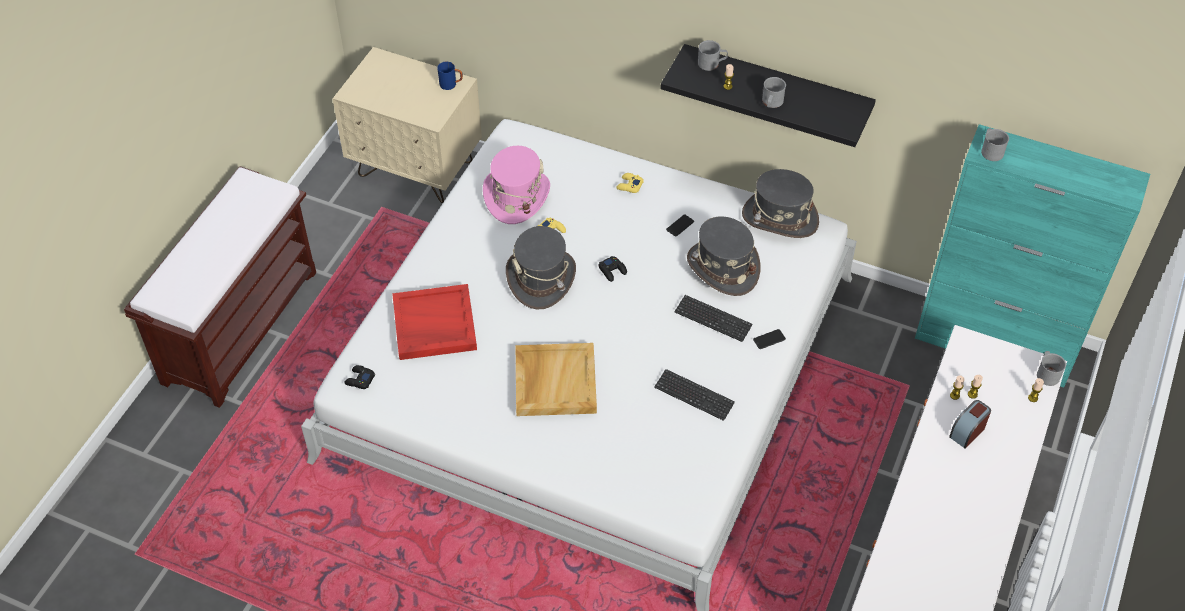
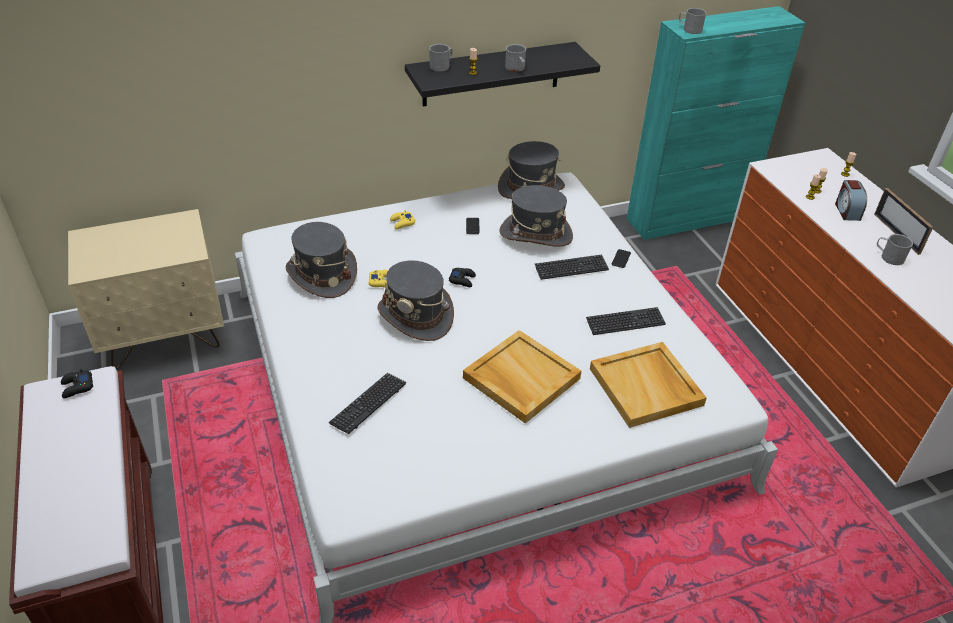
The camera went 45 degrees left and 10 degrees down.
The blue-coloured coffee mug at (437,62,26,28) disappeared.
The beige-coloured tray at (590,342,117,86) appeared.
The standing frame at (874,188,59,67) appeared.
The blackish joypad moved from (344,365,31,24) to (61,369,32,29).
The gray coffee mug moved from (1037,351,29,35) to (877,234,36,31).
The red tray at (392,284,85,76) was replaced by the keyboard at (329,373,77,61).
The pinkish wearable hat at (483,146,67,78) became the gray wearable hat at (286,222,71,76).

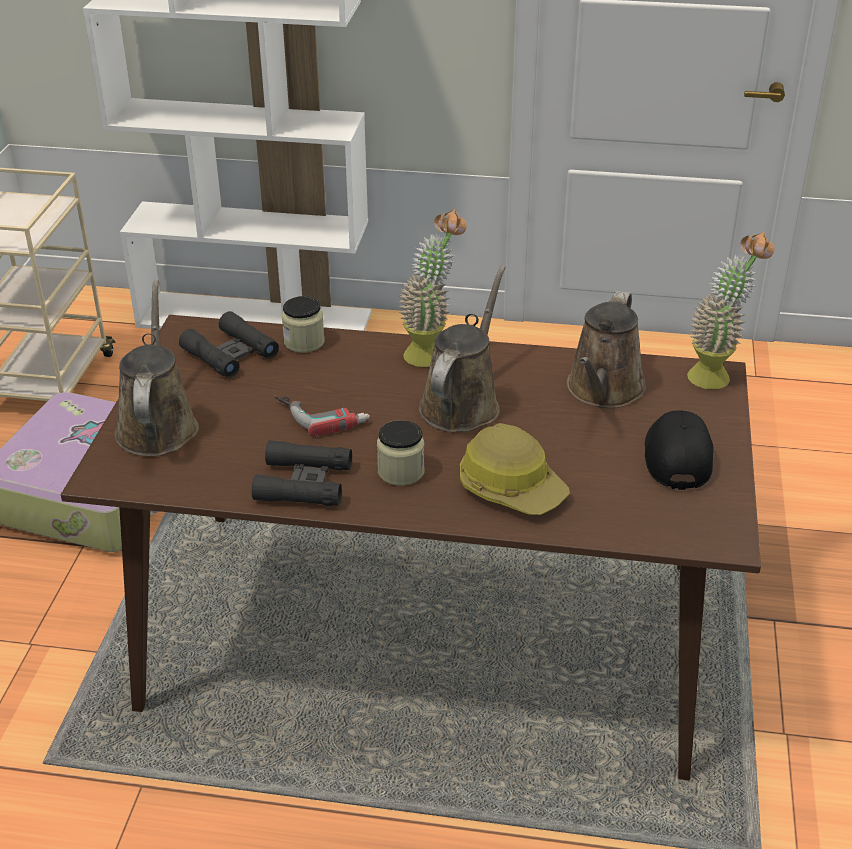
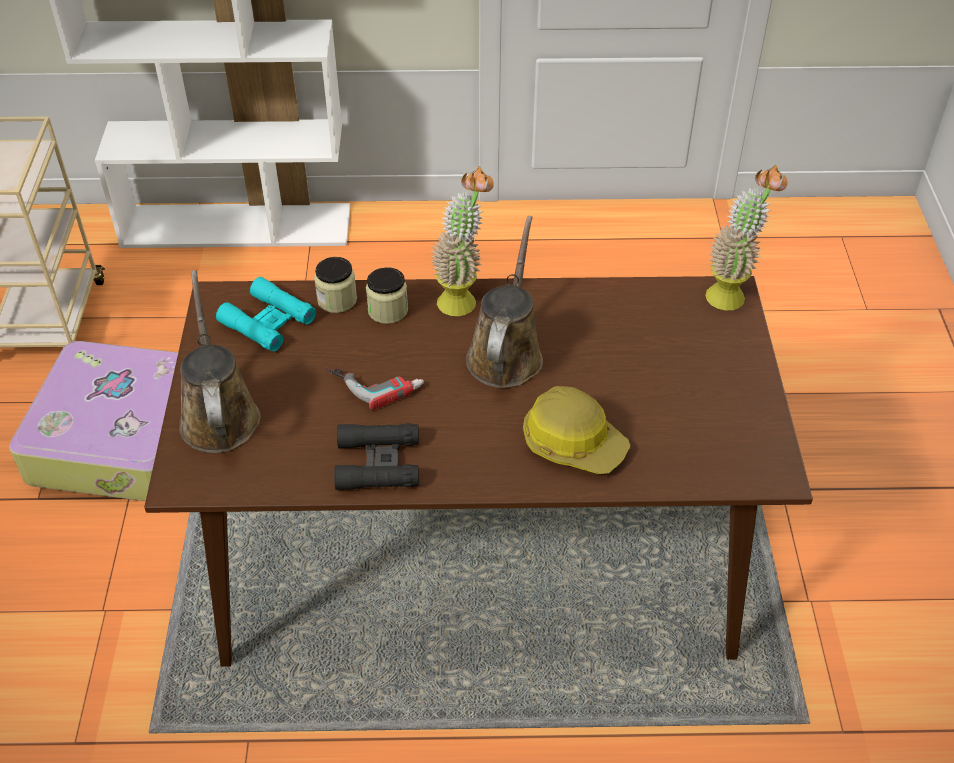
The camera went 10 degrees left and 10 degrees up.
The brown-coloured watering can at (566,291,80,117) disappeared.
The blackish baseball cap at (645,410,69,80) disappeared.
The storage jar moved from (377,420,47,66) to (366,267,42,57).
The blackish field glasses at (179,311,100,67) became the turquoise-coloured field glasses at (216,277,100,75).

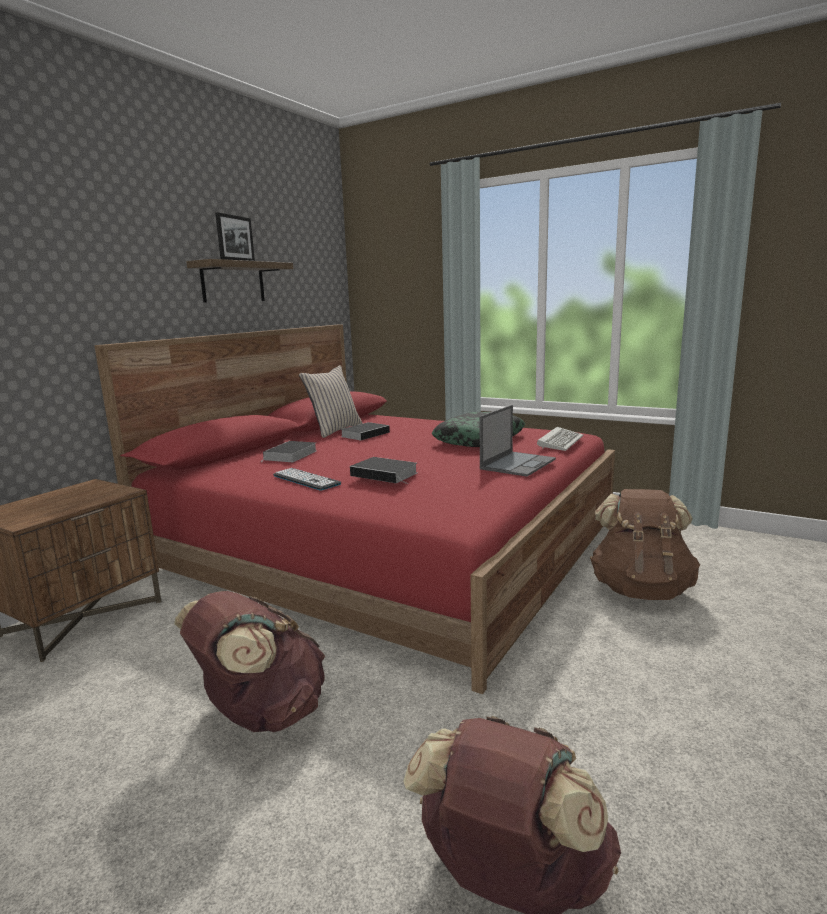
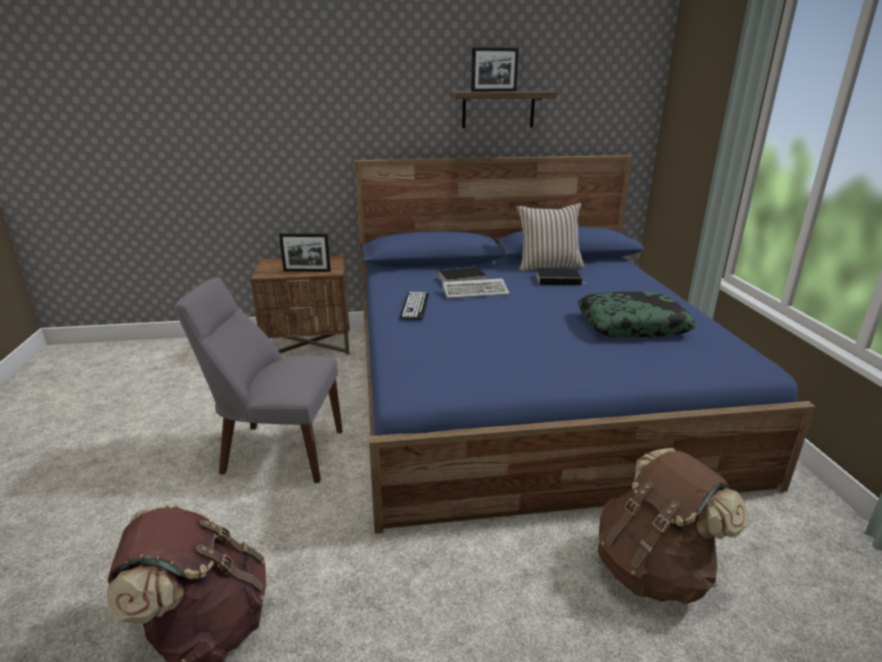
The camera went 50 degrees right and 10 degrees up.
The bound book at (350,457,67,27) disappeared.
The laptop at (480,405,76,72) disappeared.
The standing frame at (279,233,52,39) appeared.
The keyboard moved from (537,427,46,24) to (442,278,68,20).
The brown-coloured backpack at (174,591,151,141) was replaced by the gray plain chair at (175,277,168,206).
The red bedroom bed at (94,324,521,370) became the blue-coloured bedroom bed at (355,155,460,379).

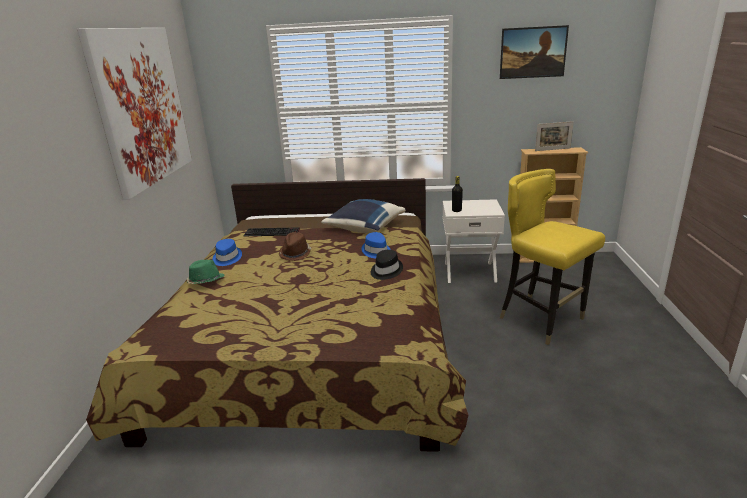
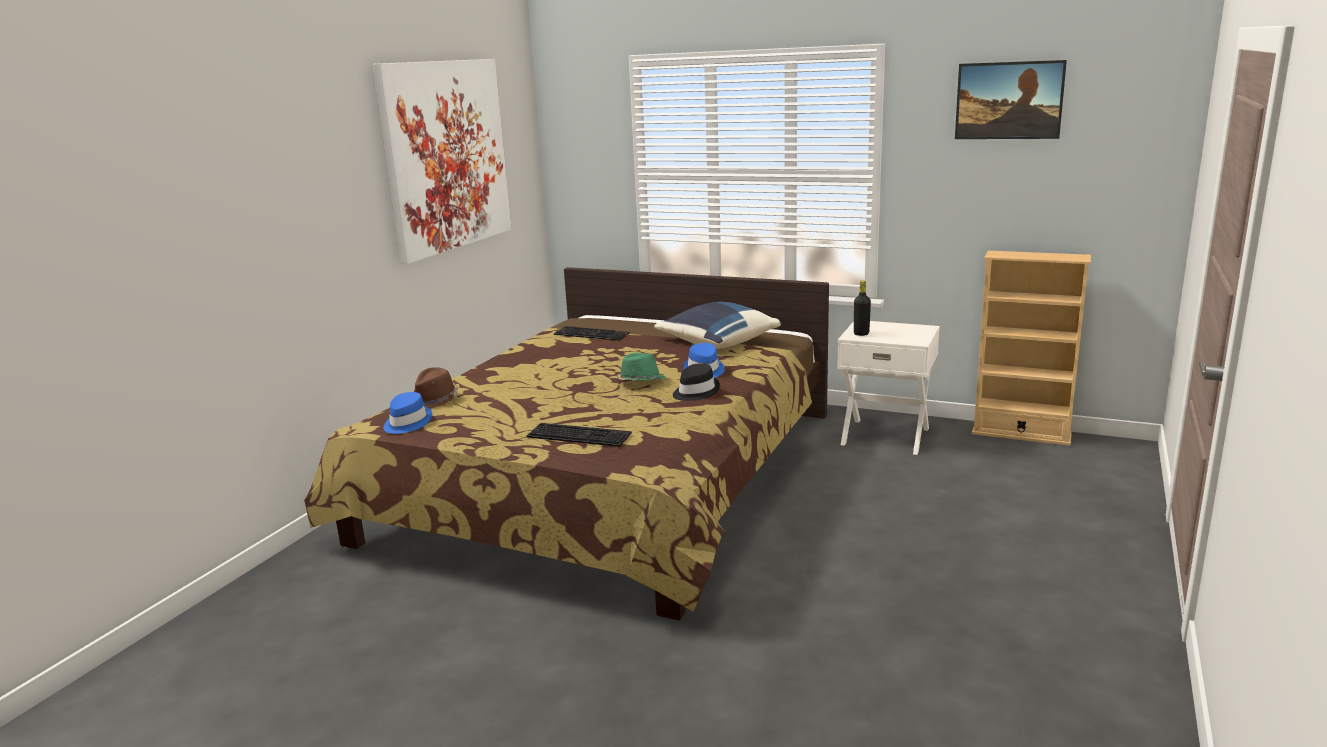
The camera went 20 degrees right and 5 degrees down.
The yellow plain chair at (500,169,105,176) disappeared.
The standing frame at (535,121,39,30) disappeared.
The keyboard at (527,423,105,24) appeared.
The greenish wearable hat moved from (187,260,37,24) to (617,353,48,28).
The blue-coloured wearable hat moved from (212,239,30,27) to (383,392,49,42).
The brown-coloured wearable hat moved from (279,232,32,29) to (414,367,44,41).

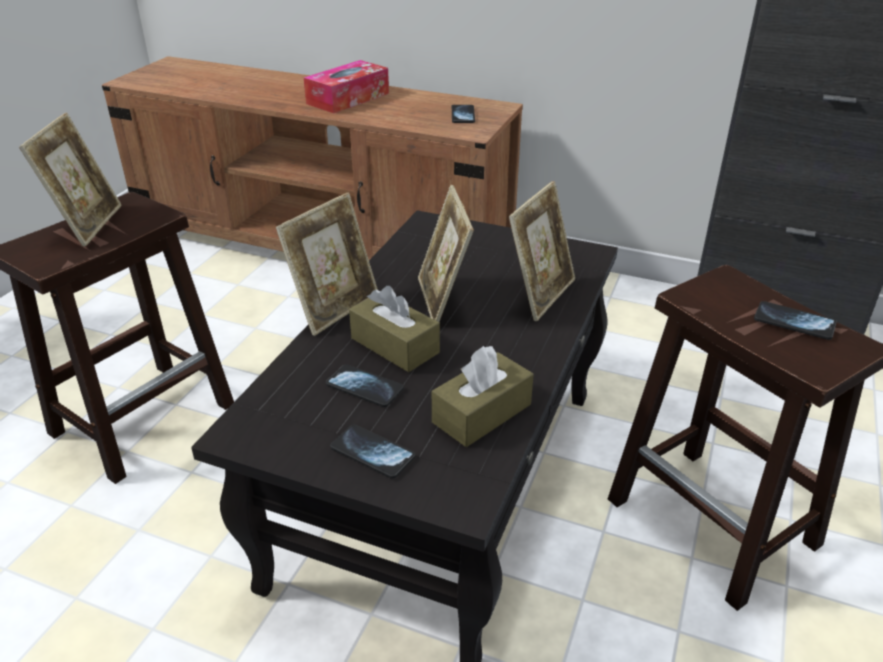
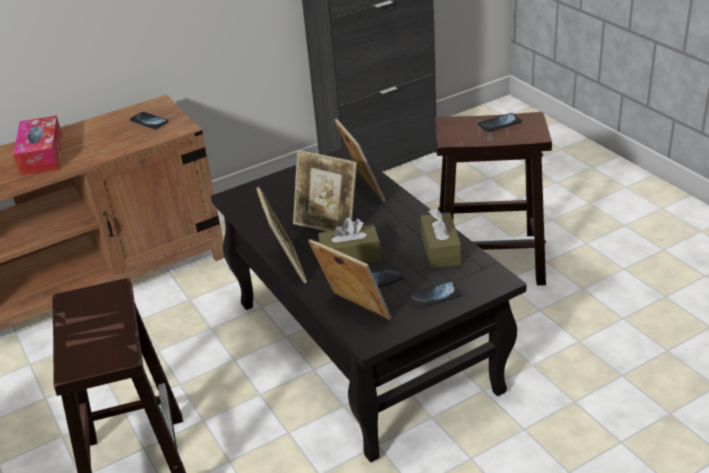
The camera went 50 degrees left and 0 degrees up.
The standing frame moved from (19,112,103,135) to (308,239,84,81).

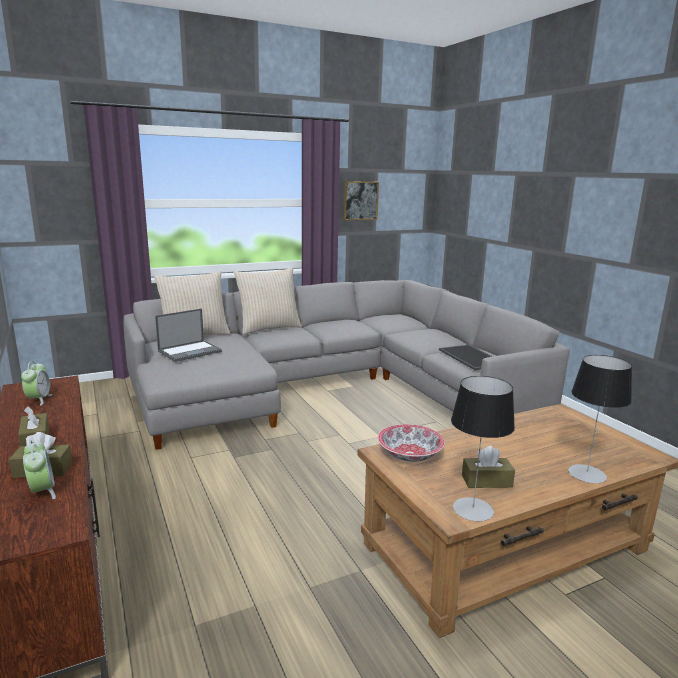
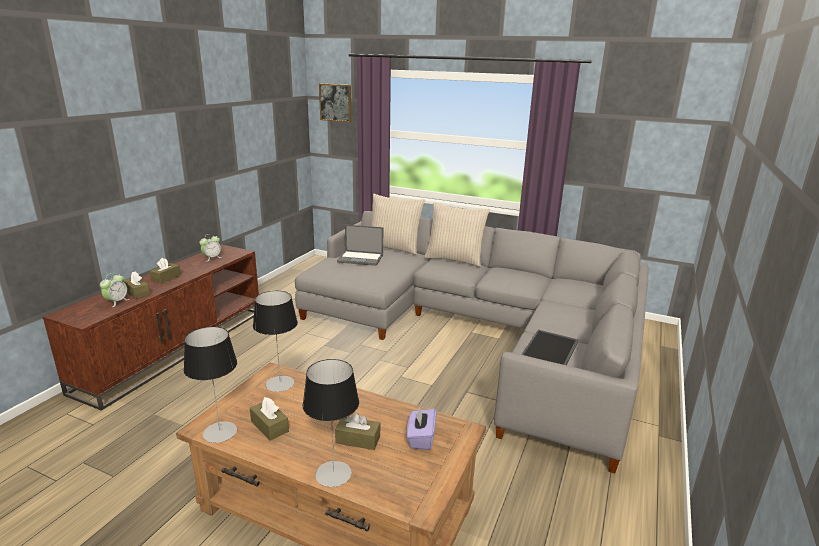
The camera went 50 degrees right and 5 degrees up.
The brown-coloured tissue box at (335,412,45,38) appeared.
The purplish tissue box at (407,406,29,44) appeared.
The picture moved from (344,181,35,39) to (319,83,32,39).
The serving bowl at (378,424,67,38) was replaced by the tabletop lamp at (253,291,45,101).

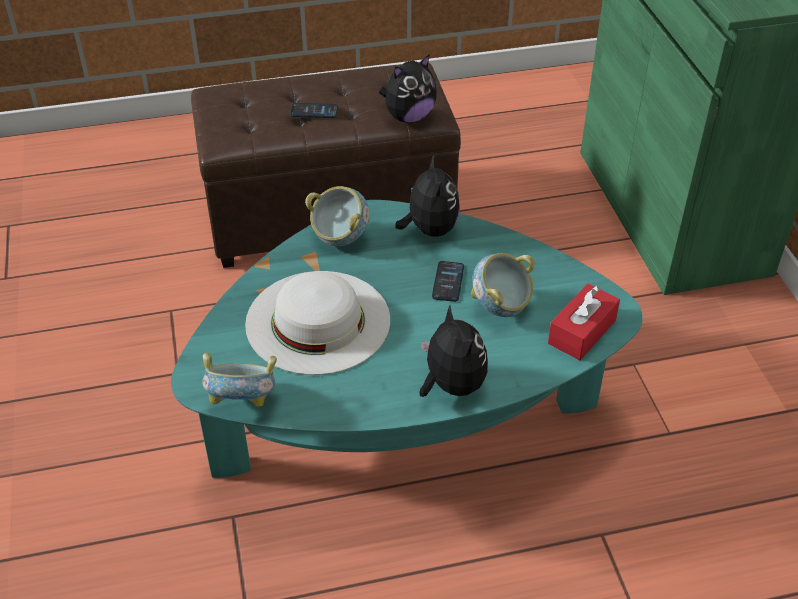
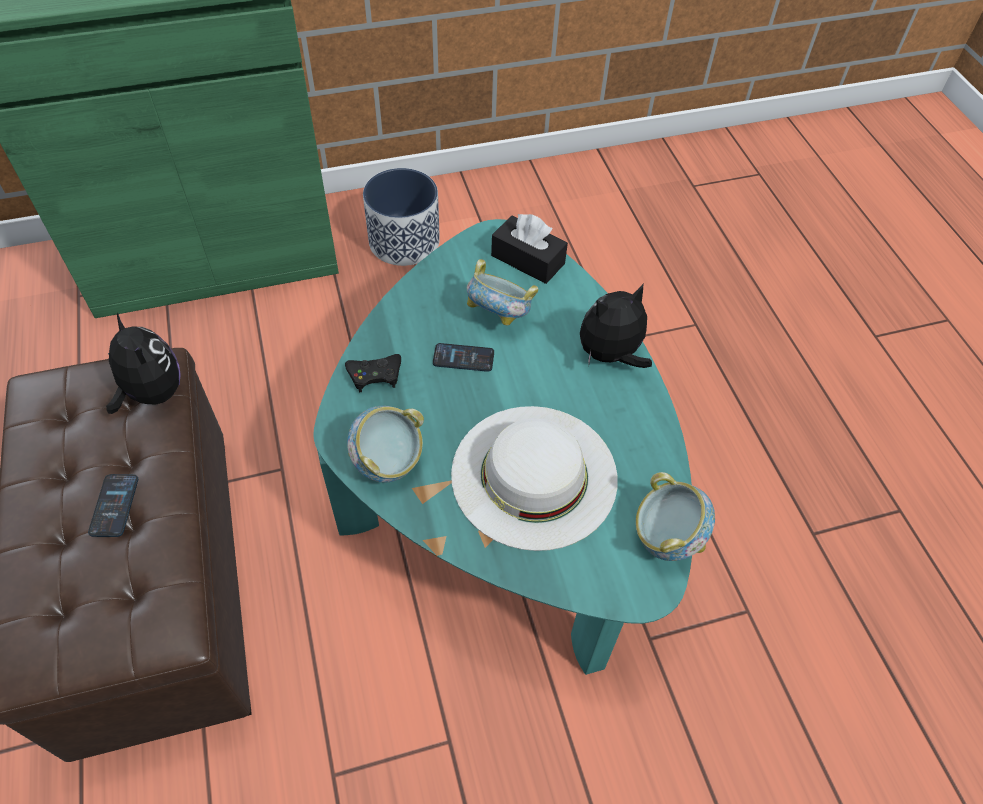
The camera went 95 degrees left and 10 degrees up.
The flower pot at (363,168,77,98) appeared.
The soft toy at (395,155,65,82) was replaced by the blackish joypad at (345,354,56,38).
The red tissue box at (548,284,72,76) became the blackish tissue box at (491,214,77,70).

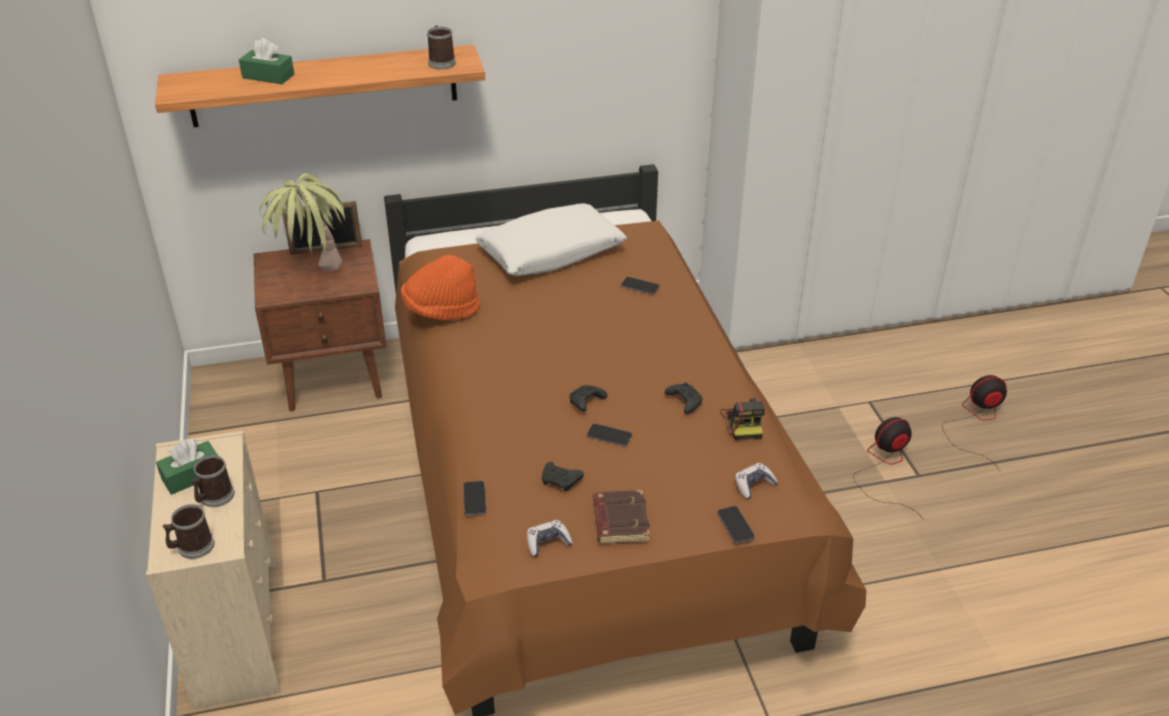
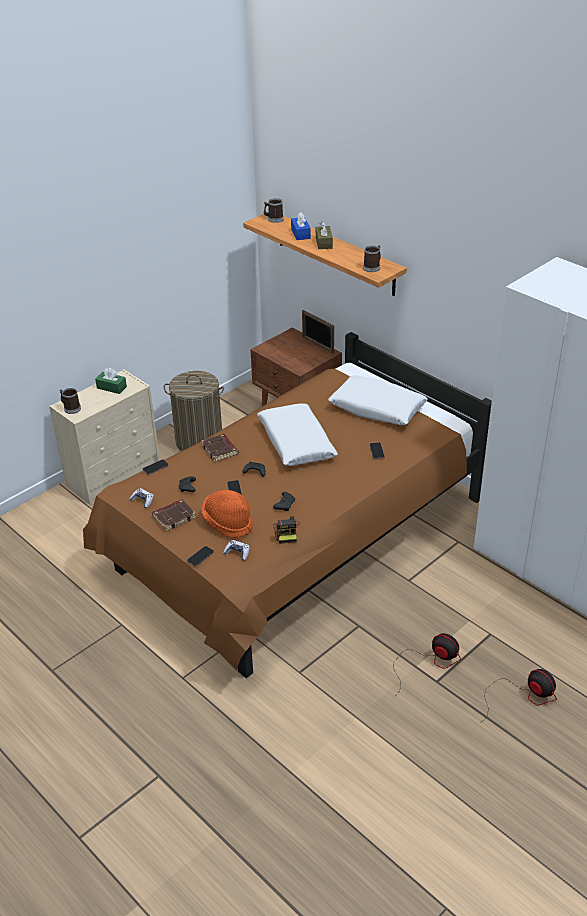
The camera went 60 degrees right and 0 degrees up.
The potted plant at (260,173,89,99) disappeared.
The hamper at (164,371,60,80) appeared.
The brown-coloured bound book at (201,434,38,28) appeared.
The white cushion at (257,403,81,63) appeared.
The brown-coloured tissue box at (316,221,17,28) appeared.
The coffee mug moved from (191,455,44,52) to (264,198,20,25).
The orangey wearable hat moved from (401,255,79,65) to (201,490,52,48).
The greenish tissue box at (239,38,55,46) became the blue-coloured tissue box at (291,212,20,28).
The still camera at (720,398,45,42) turned 60 degrees counterclockwise.

